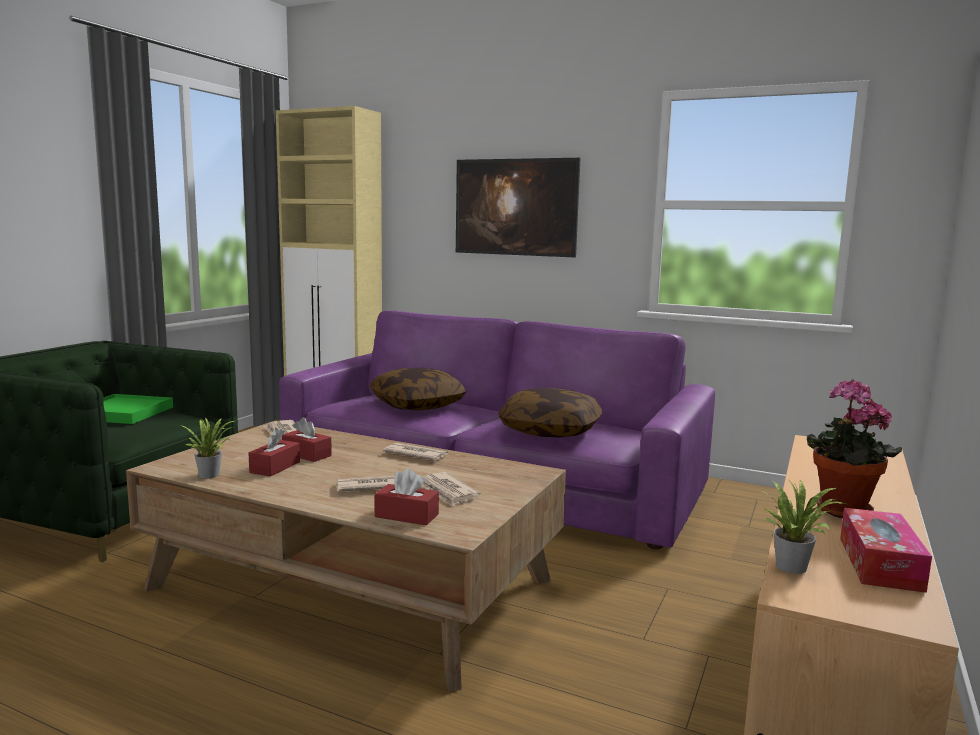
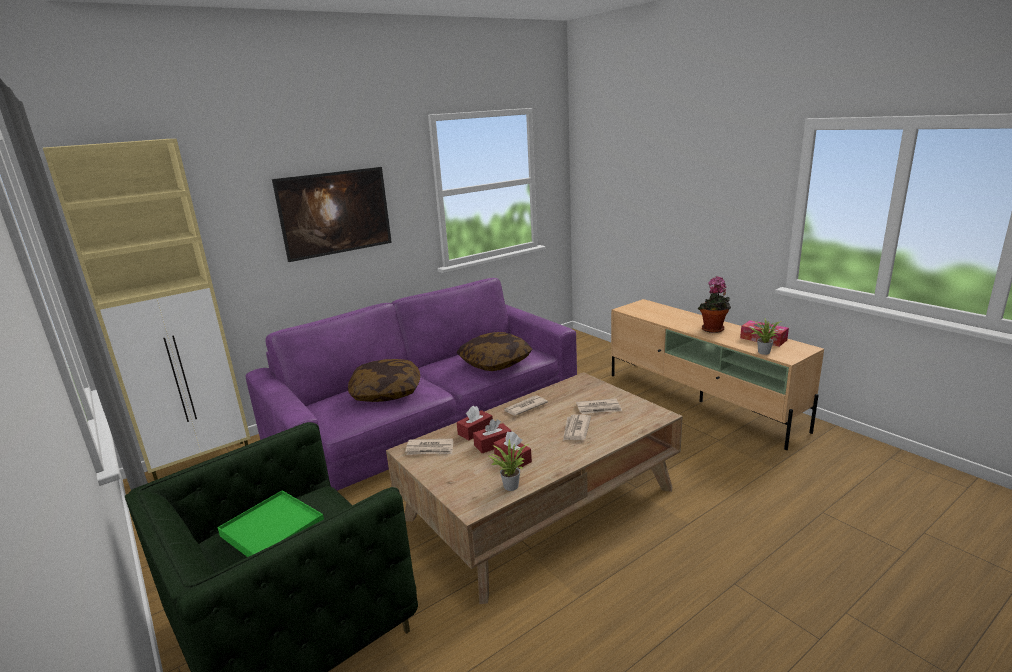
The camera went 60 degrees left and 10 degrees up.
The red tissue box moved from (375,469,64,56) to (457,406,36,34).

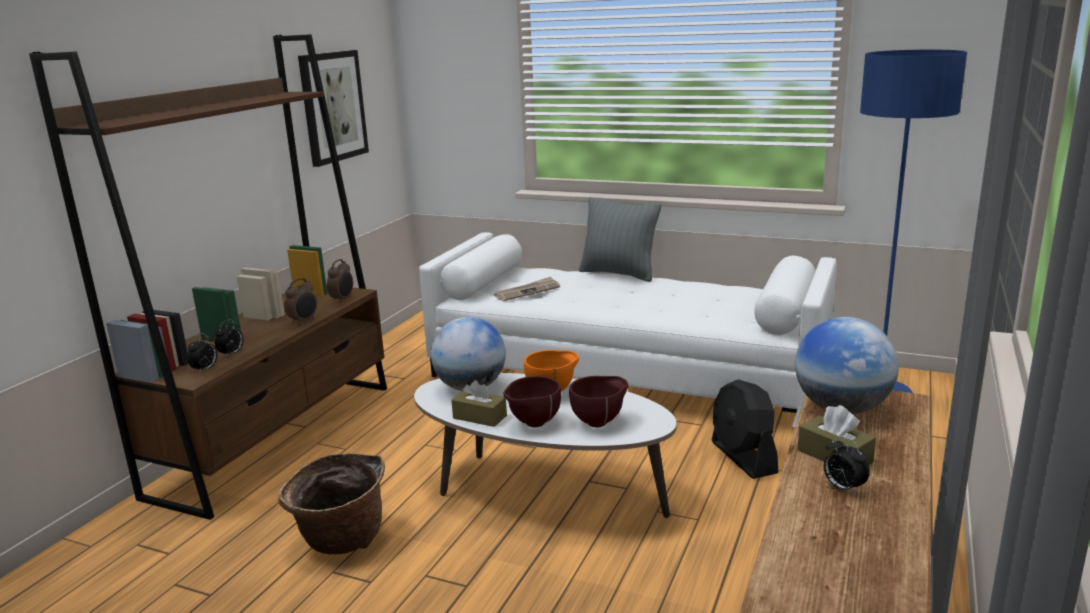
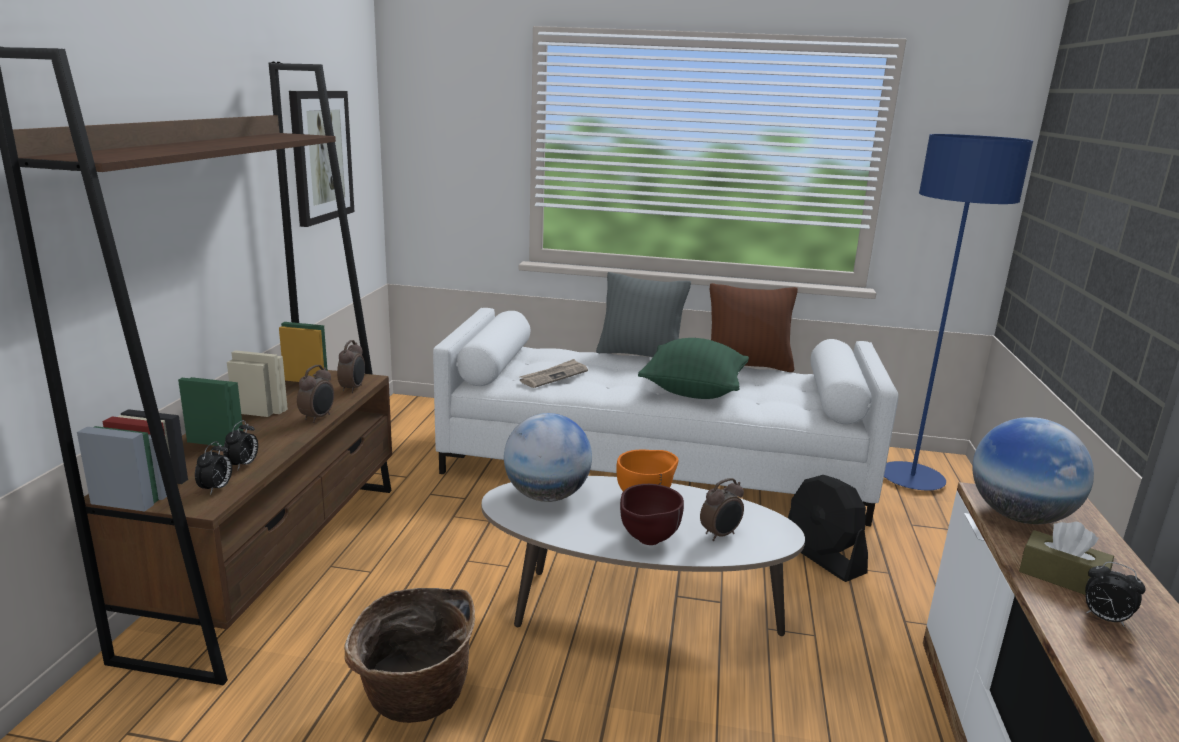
The camera went 15 degrees left and 0 degrees up.
The brown-coloured tissue box at (451,380,56,47) disappeared.
The greenish cushion at (638,338,111,61) appeared.
The brown-coloured cushion at (710,283,88,89) appeared.
The brown-coloured serving bowl at (569,376,59,51) was replaced by the table clock at (700,478,44,63).

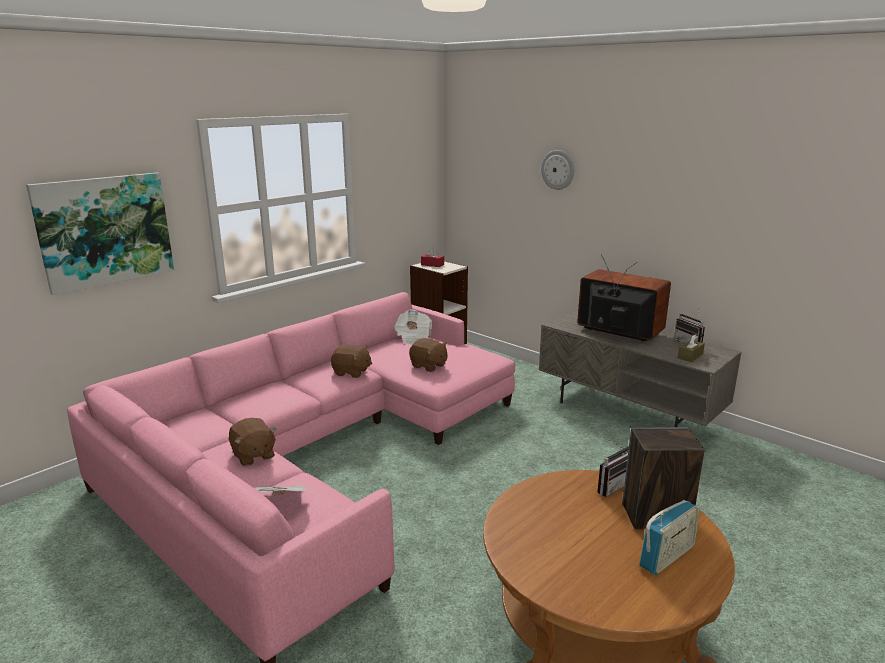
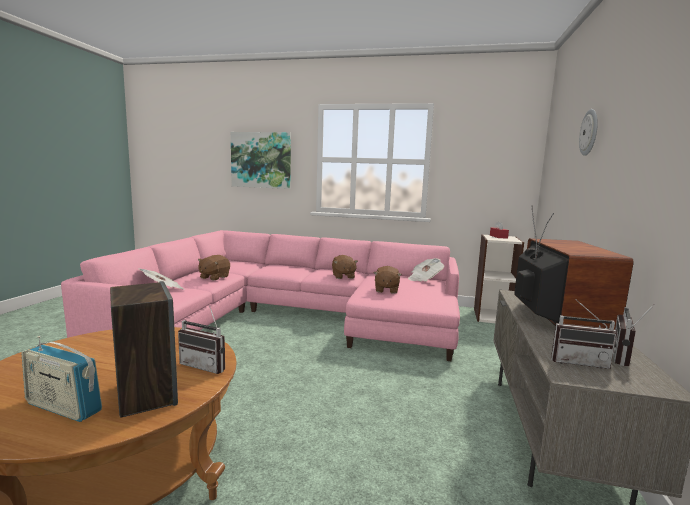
The camera went 60 degrees right and 10 degrees down.
The brown-coloured tissue box at (678,335,27,27) was replaced by the radio set at (551,302,66,67).

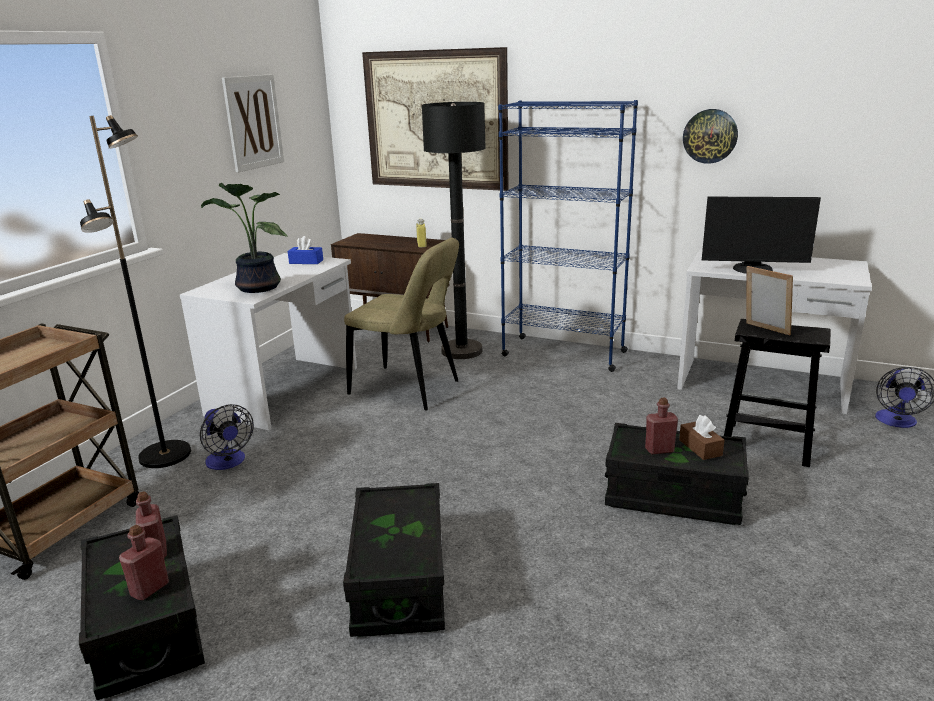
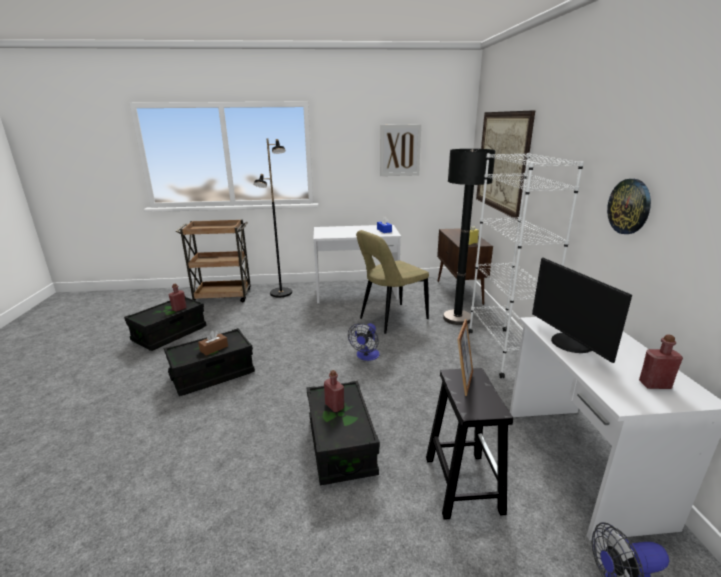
The camera went 60 degrees right and 0 degrees up.
The potted plant at (201,183,87,110) disappeared.
The red bottle moved from (119,525,50,75) to (639,335,44,54).
The fan moved from (200,404,54,66) to (348,323,31,38).
The brown-coloured tissue box moved from (679,415,46,45) to (198,330,30,26).
The blue-coloured bookcase at (498,100,140,272) became the white bookcase at (468,153,116,225).
The beige-coloured plain chair at (344,238,115,172) turned 60 degrees clockwise.

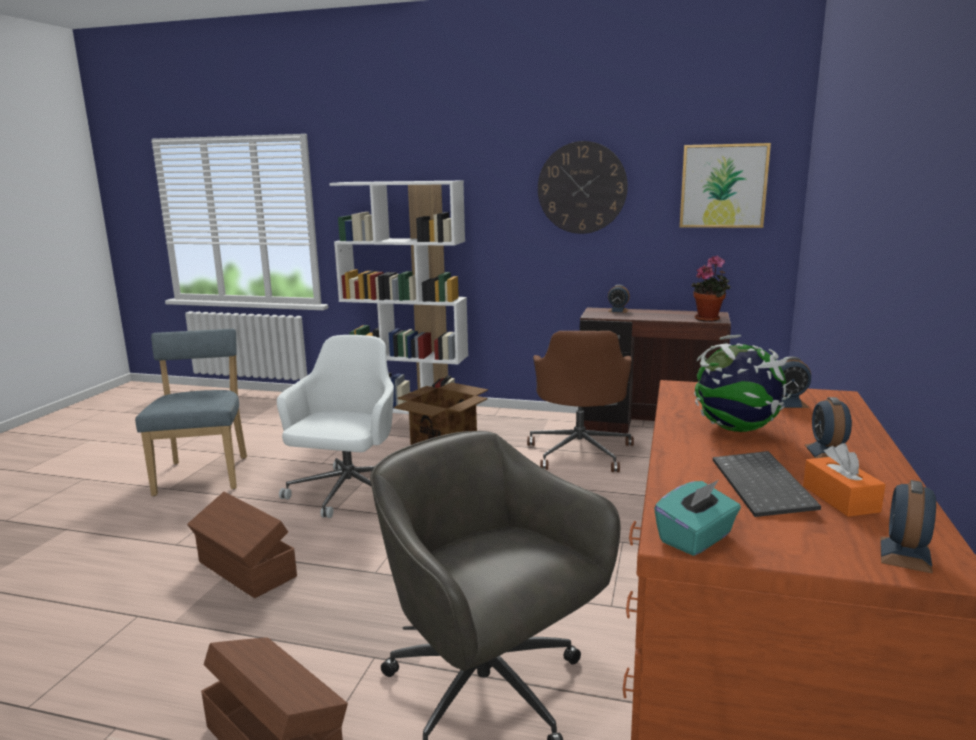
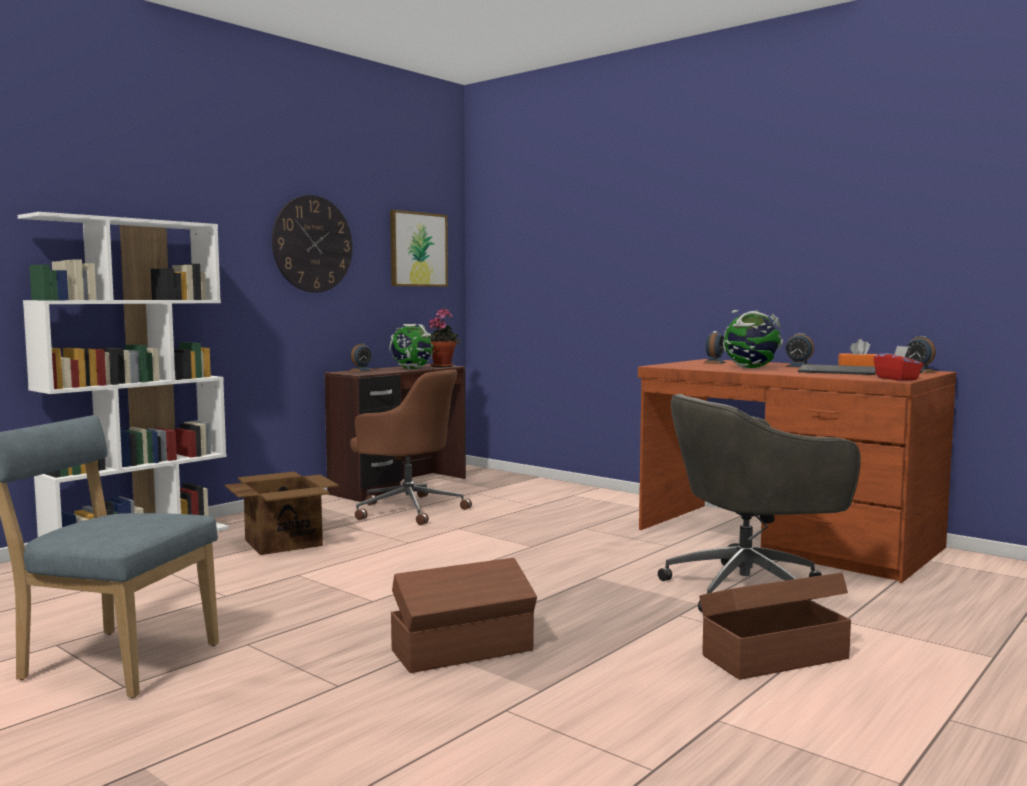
The camera went 65 degrees left and 10 degrees down.
The white office chair at (277,335,117,183) disappeared.
The globe at (389,324,45,45) appeared.
The turquoise-coloured tissue box at (654,480,87,76) became the red tissue box at (874,346,50,34).

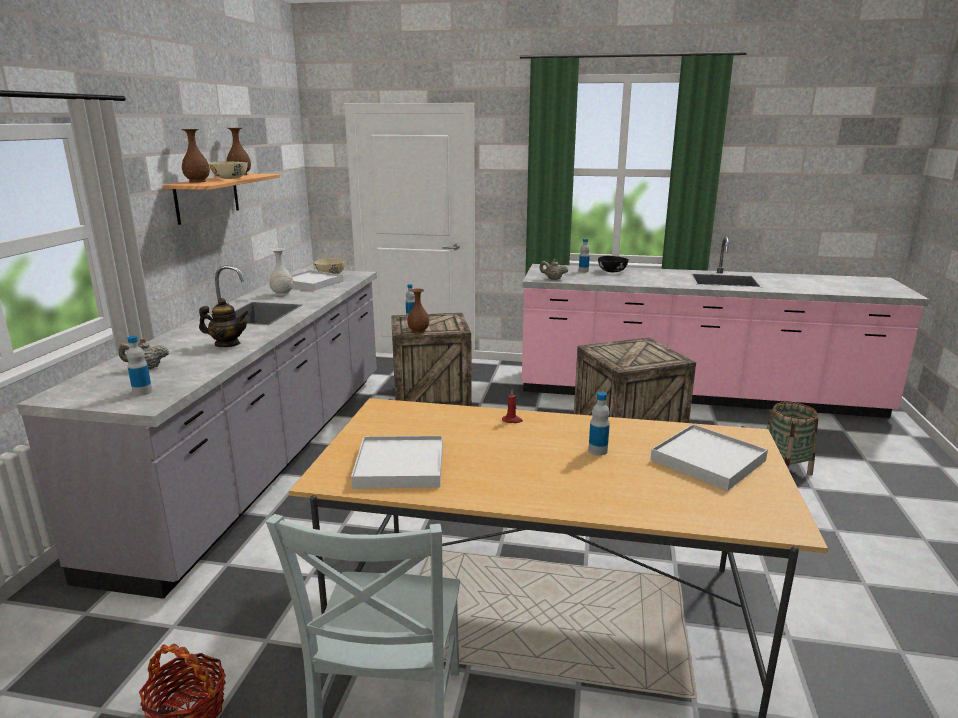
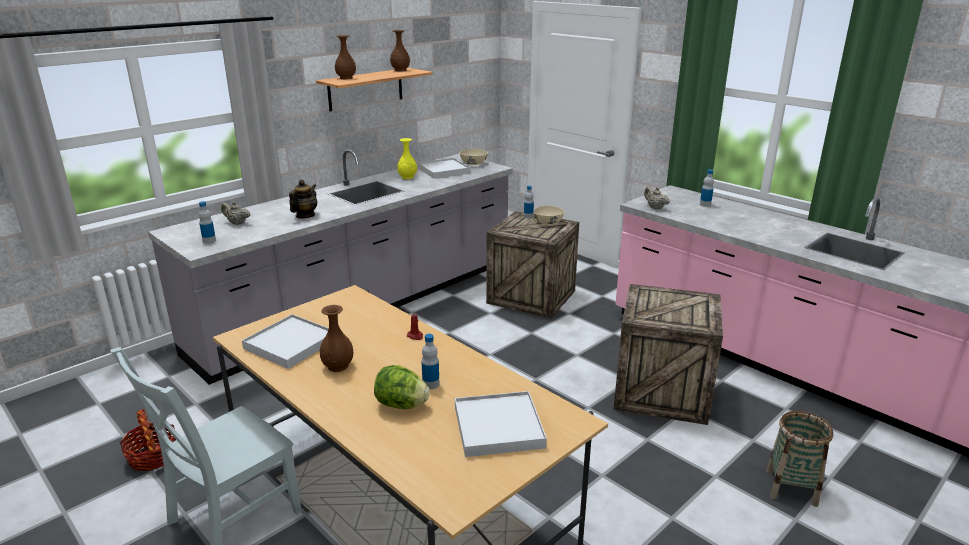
The camera went 35 degrees right and 5 degrees up.
The blackish serving bowl at (598,256,30,16) disappeared.
The head of lettuce at (374,365,56,44) appeared.
The beige-coloured serving bowl moved from (209,161,39,18) to (534,206,30,19).
The brown-coloured vase moved from (407,289,22,45) to (320,305,33,67).
The white vase at (269,248,24,48) became the yellow vase at (397,138,20,41).
The tea pot at (199,298,50,49) turned 105 degrees counterclockwise.

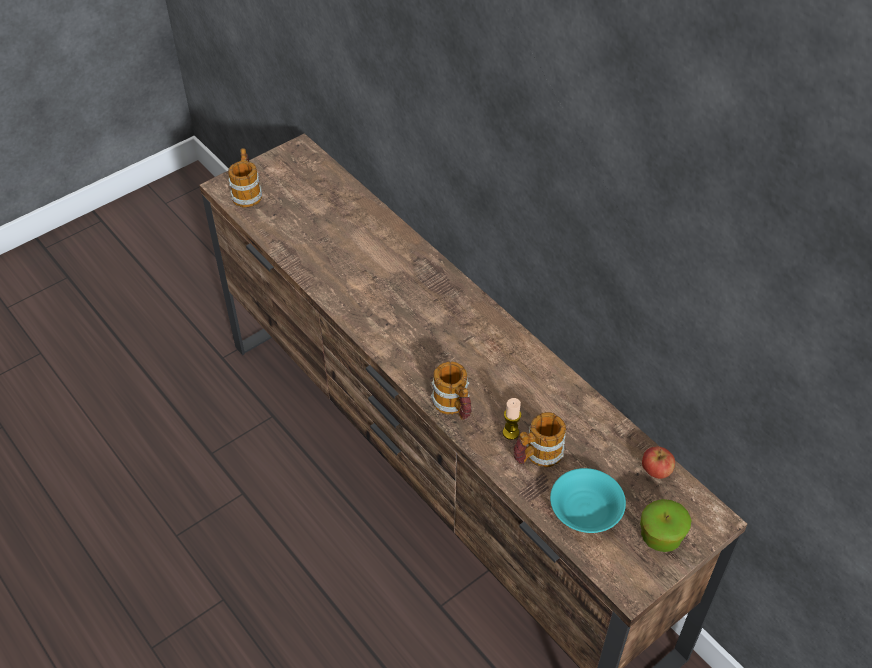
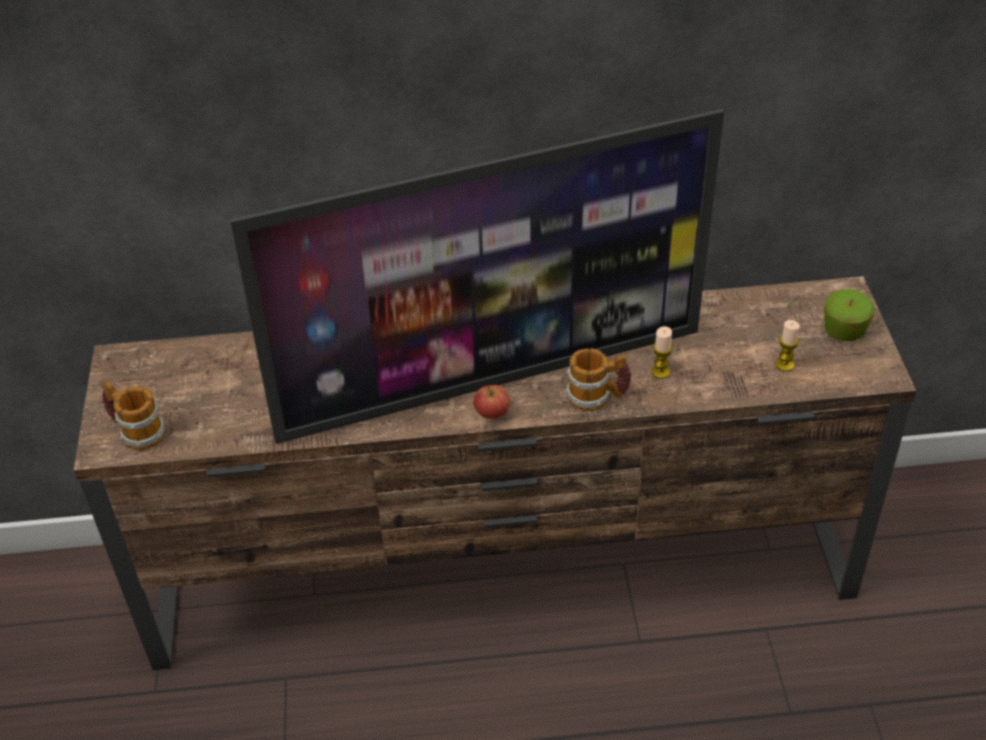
The camera went 55 degrees left and 5 degrees down.
The coffee mug at (513,412,53,55) disappeared.
The TV set at (230,109,494,335) appeared.
The apple fruit moved from (642,447,33,32) to (473,385,38,34).
The turquoise-coloured serving bowl at (550,468,76,65) was replaced by the wax candle at (775,320,25,52).

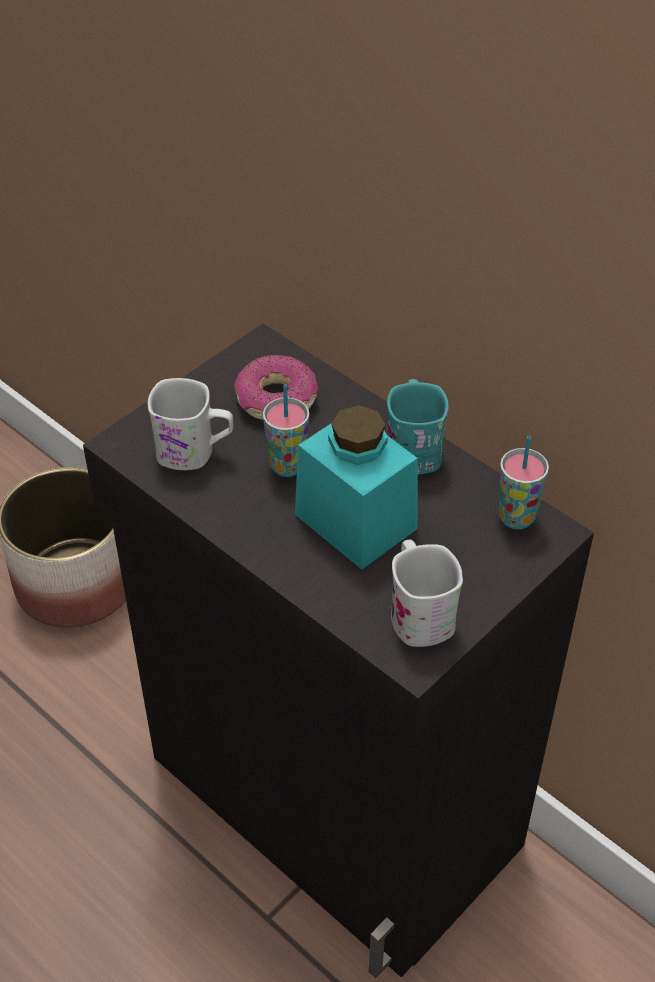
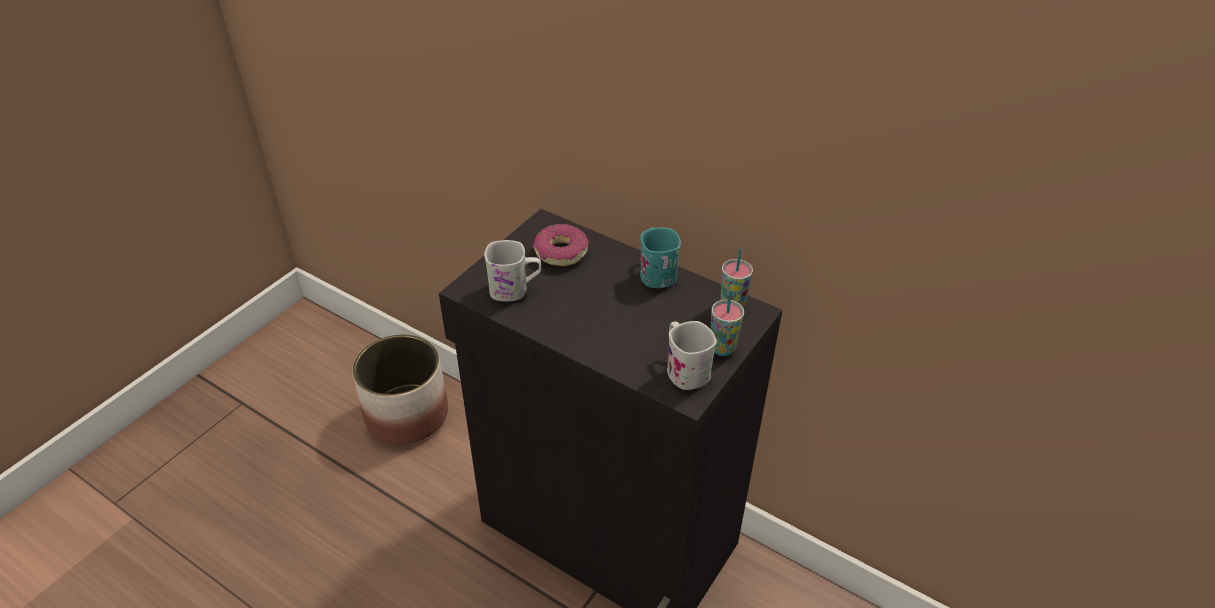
The camera went 10 degrees left and 5 degrees down.
The turquoise-coloured storage jar at (295,405,123,164) disappeared.
The small cup moved from (263,384,46,93) to (711,290,33,66).

